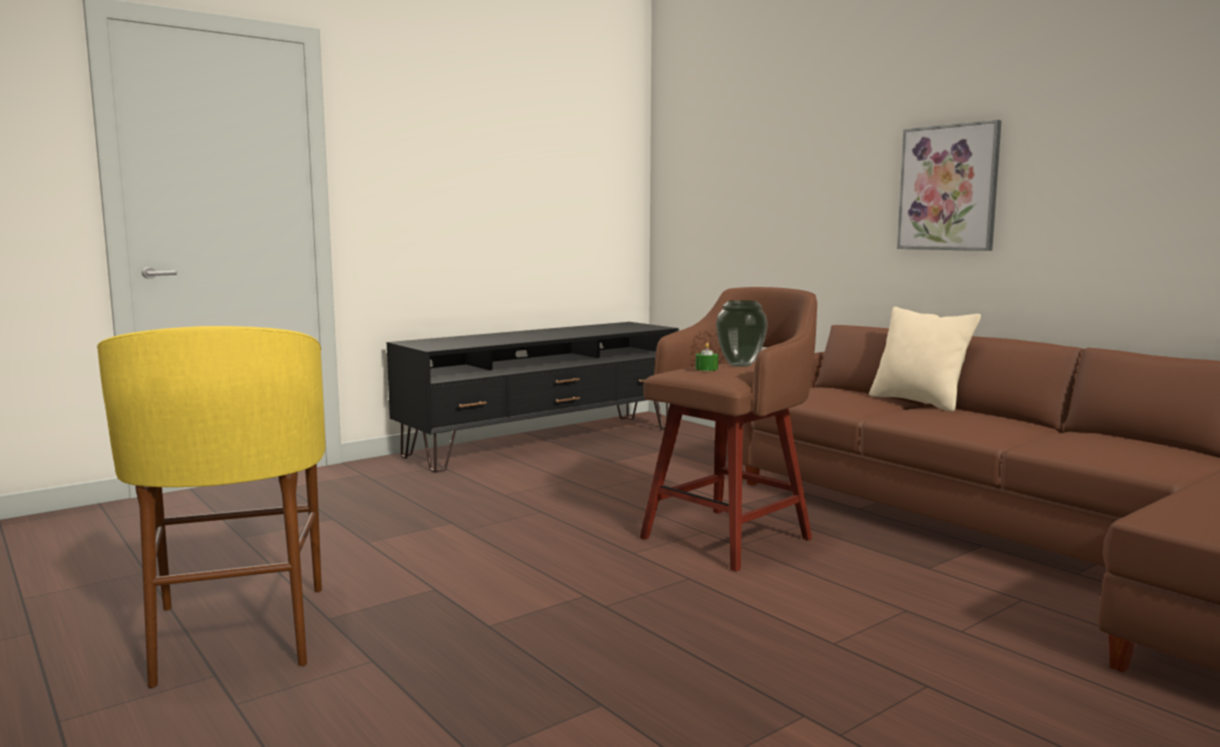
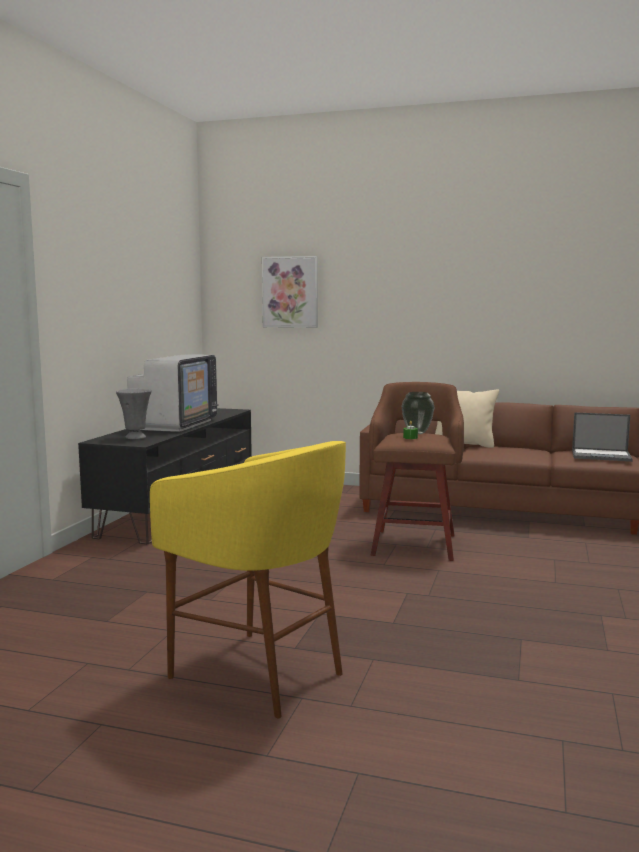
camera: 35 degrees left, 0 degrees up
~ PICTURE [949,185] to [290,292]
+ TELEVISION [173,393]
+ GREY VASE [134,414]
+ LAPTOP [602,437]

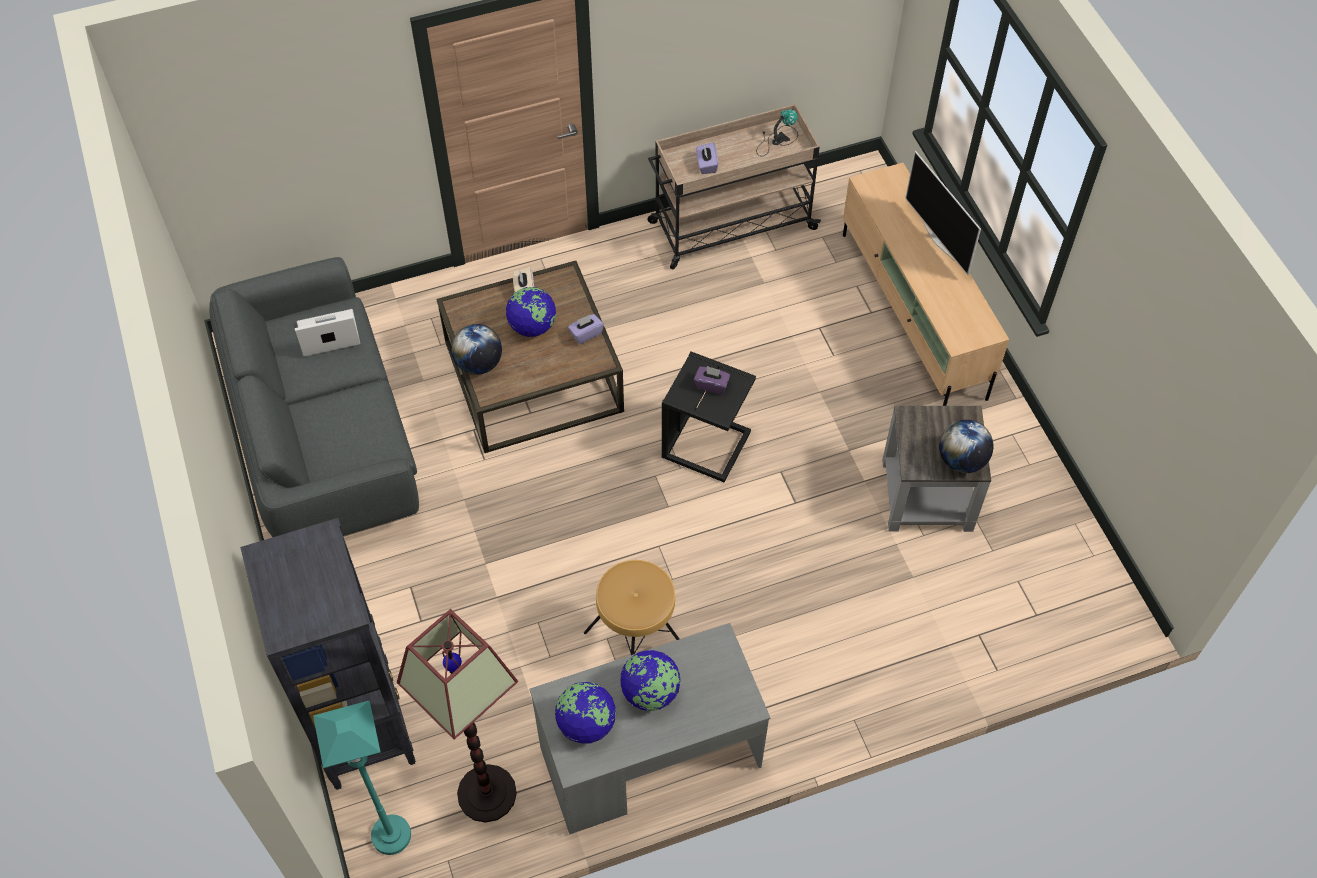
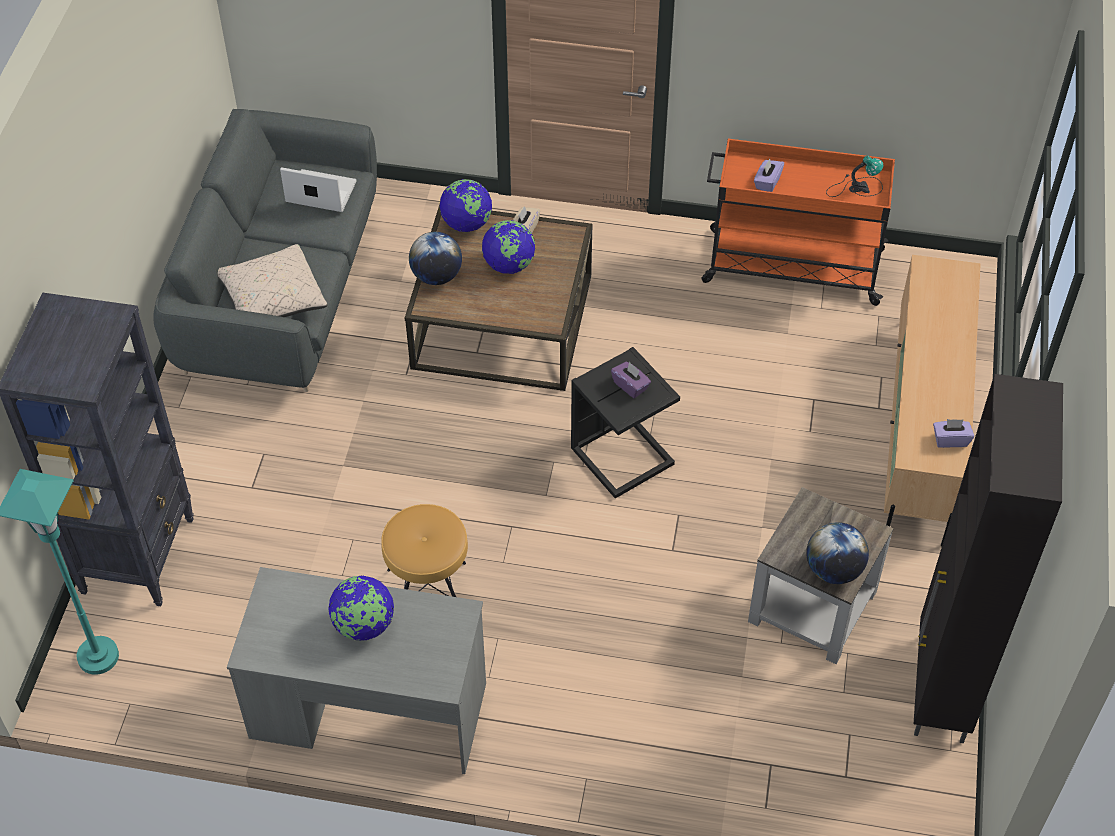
camera: 30 degrees right, 5 degrees down
~ BEIGE CART [734,186] to ORANGE CART [798,222]
- TELEVISION [943,213]
~ PURPLE TISSUE BOX [586,329] to [953,433]
- FLOOR LAMP [457,716]
~ GLOBE [585,713] to [465,205]
+ BEIGE PILLOW [273,280]
+ BLACK CABINET [988,558]

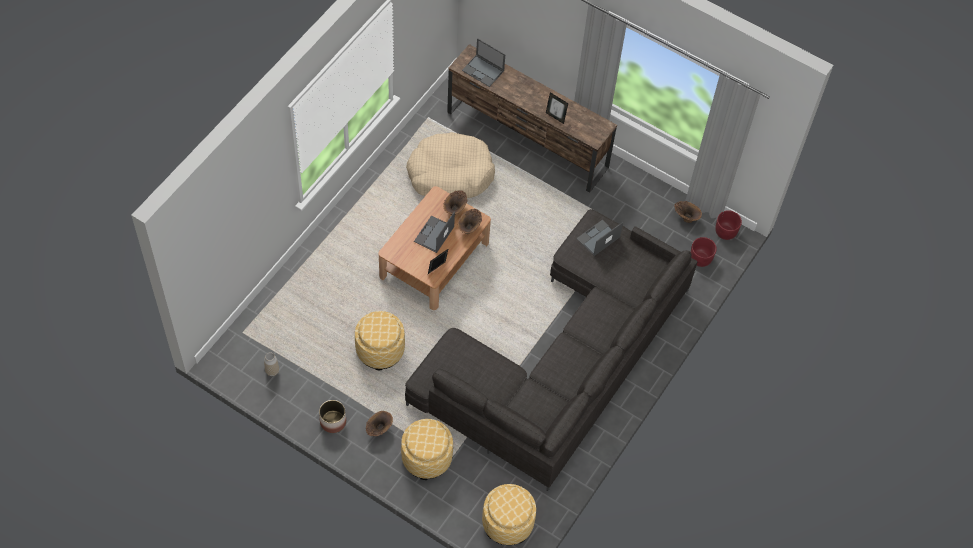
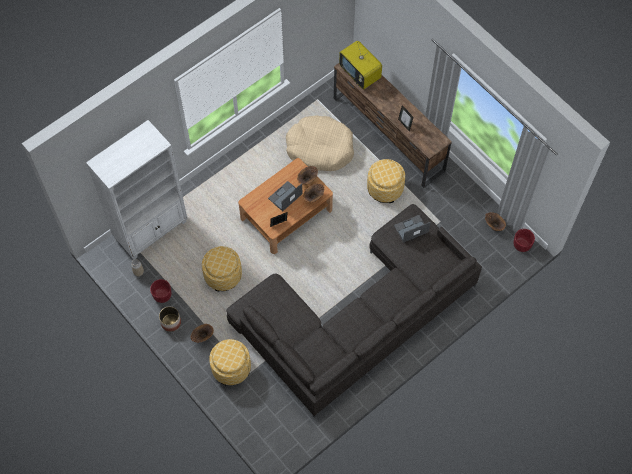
camera: 20 degrees right, 5 degrees up
~ LAPTOP [483,62] to TELEVISION [360,65]
~ RED PLANTER [704,252] to [160,291]
~ OTTOMAN [509,514] to [386,181]
+ WHITE BOOKCASE [136,190]

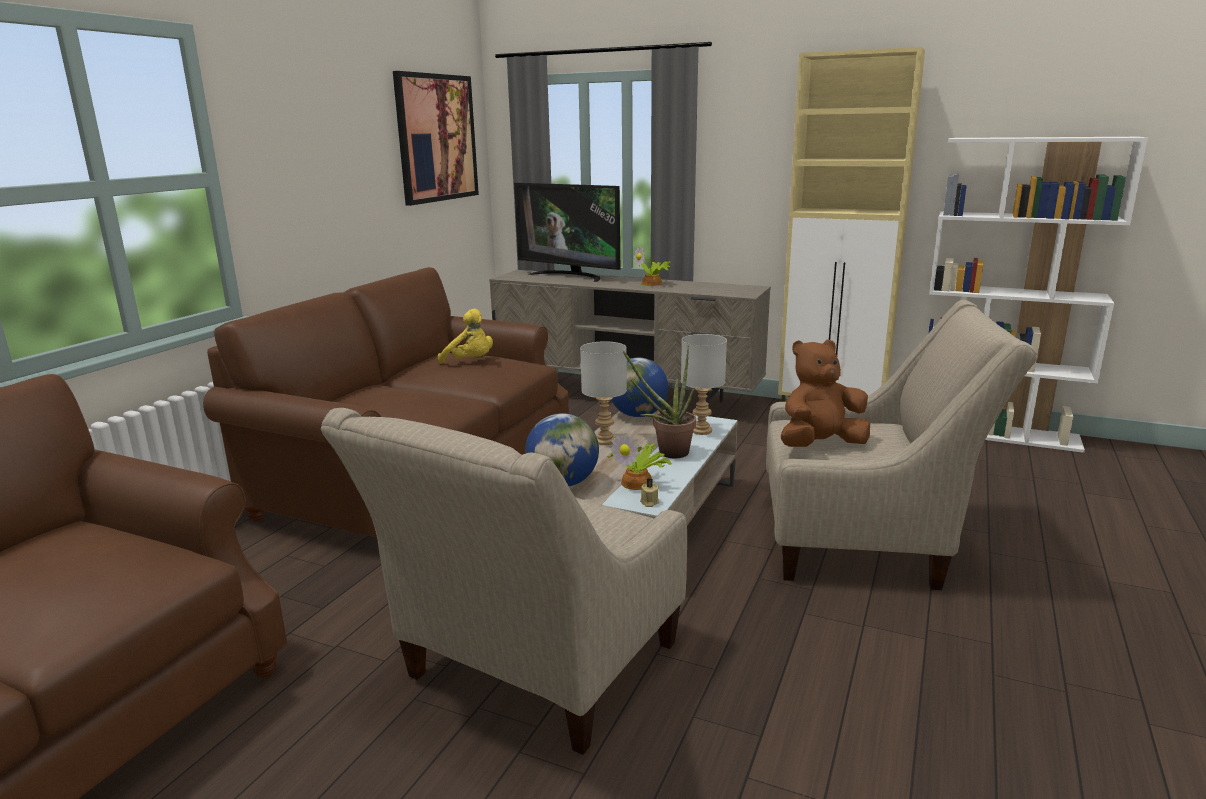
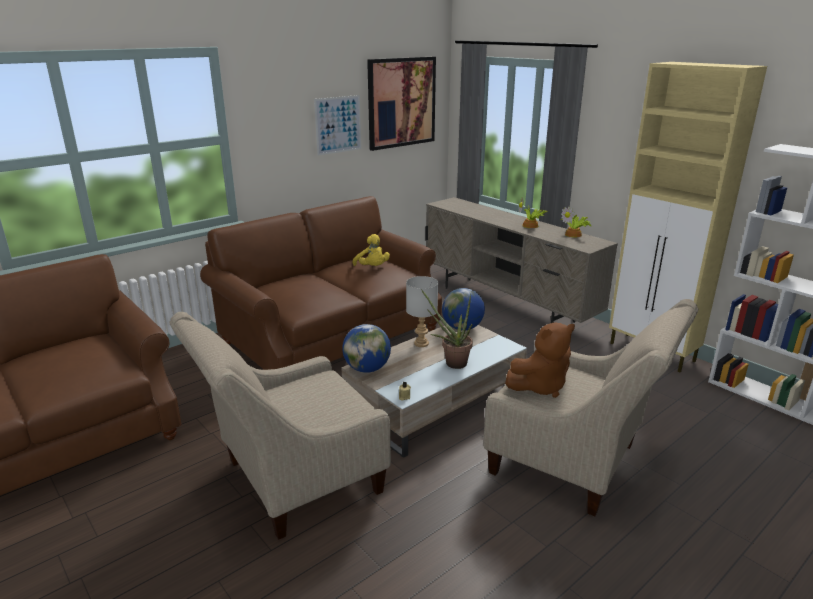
camera: 25 degrees right, 5 degrees up
- TELEVISION [567,232]
- GREY TABLE LAMP [704,384]
~ BROWN PLUSH TOY [825,393] = [540,360] 150 degrees clockwise
~ POTTED PLANT [639,461] to [576,221]
+ PICTURE [337,125]

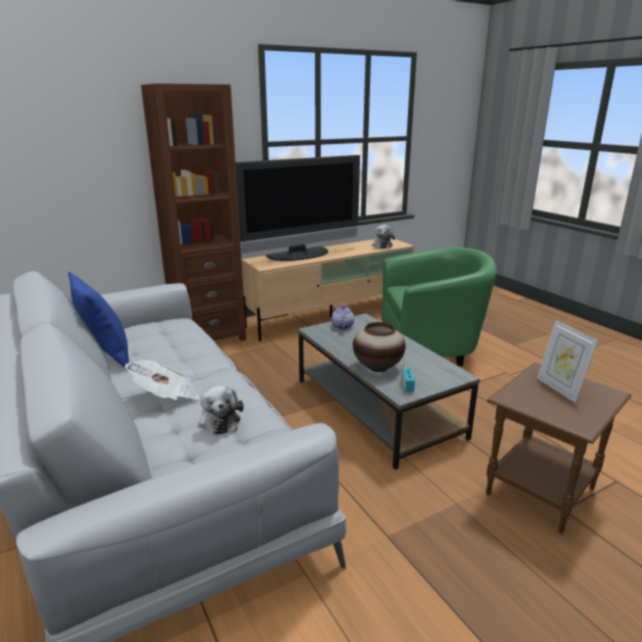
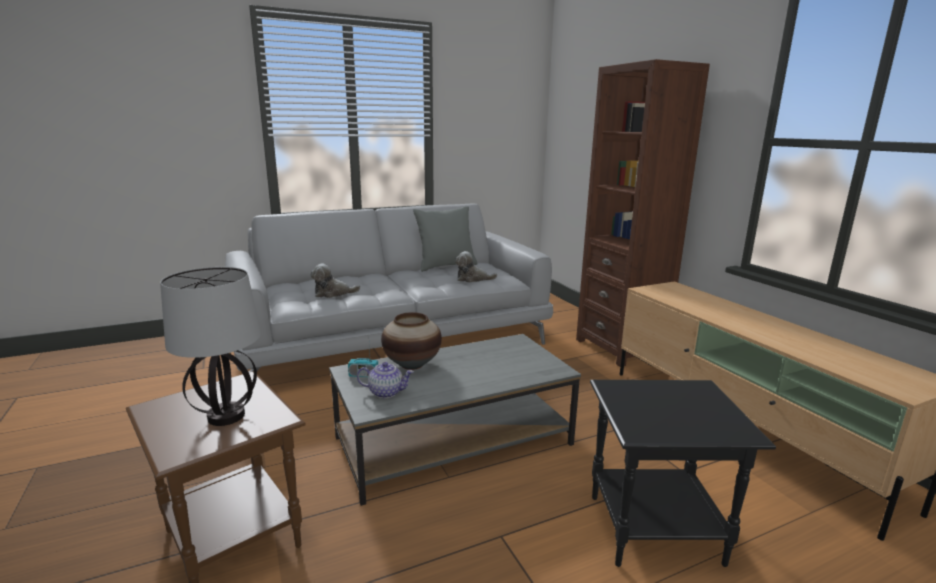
camera: 95 degrees right, 5 degrees down
- TELEVISION [297,208]
~ PLUSH TOY [383,237] to [476,266]
~ GREEN ARMCHAIR [439,306] to BLACK SIDE TABLE [683,473]
~ BLUE PILLOW [98,320] to GREY PILLOW [445,239]
~ TEAPOT [343,317] to [385,380]
~ PICTURE FRAME [567,361] to TABLE LAMP [210,346]
- NEWSPAPER [162,380]

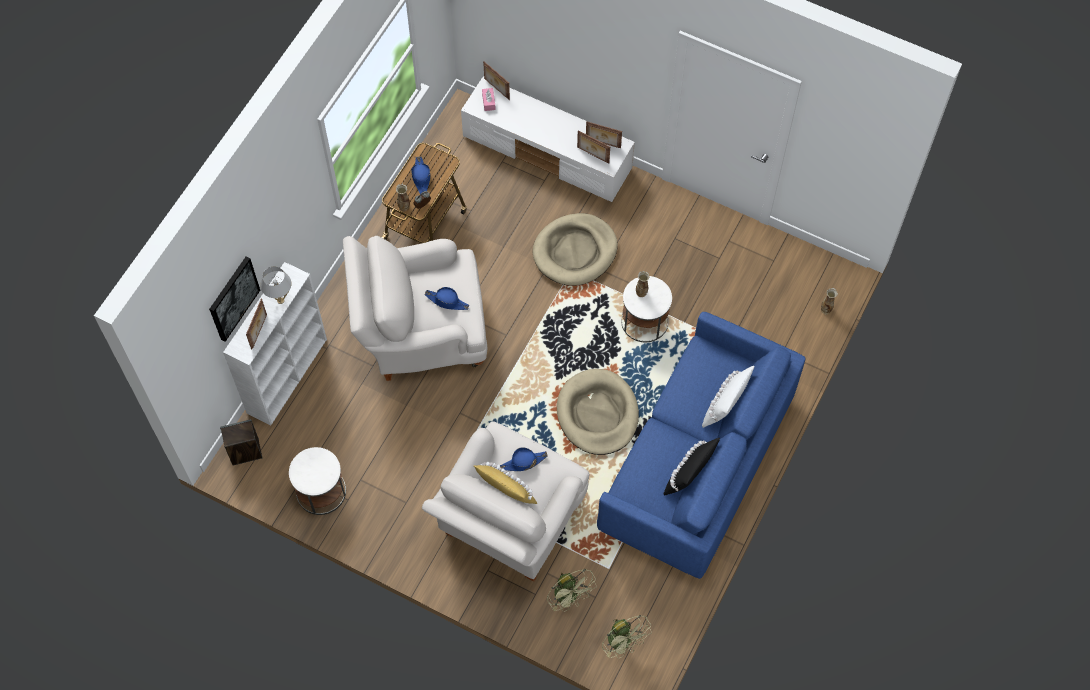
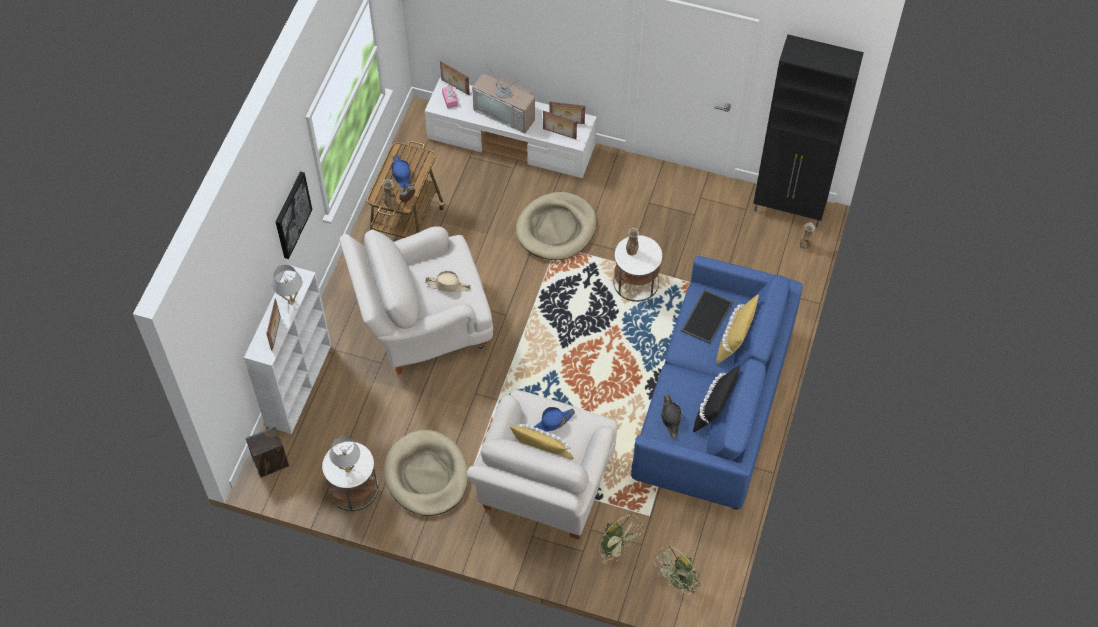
camera: 10 degrees left, 5 degrees down
~ PICTURE [234,299] to [294,215]
~ BLUE HAT [447,298] to BEIGE HAT [448,281]
~ WHITE PILLOW [728,397] to YELLOW PILLOW [737,329]
~ BEIGE DOG BED [598,412] to [426,473]
~ GREEN FAN [627,636] = [677,570] 90 degrees clockwise
+ BLACK CABINET [808,131]
+ TELEVISION [503,98]
+ TRAY [707,317]
+ BLACK HAT [671,416]
+ WHITE TABLE LAMP [345,454]

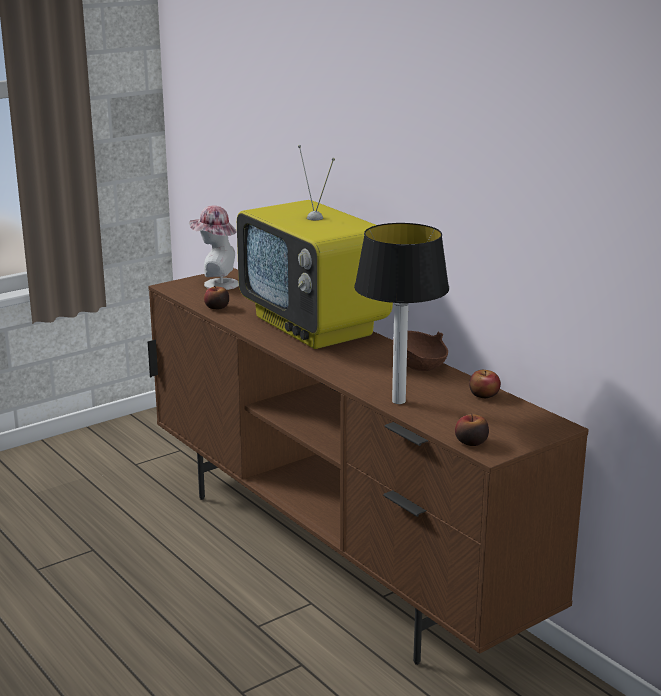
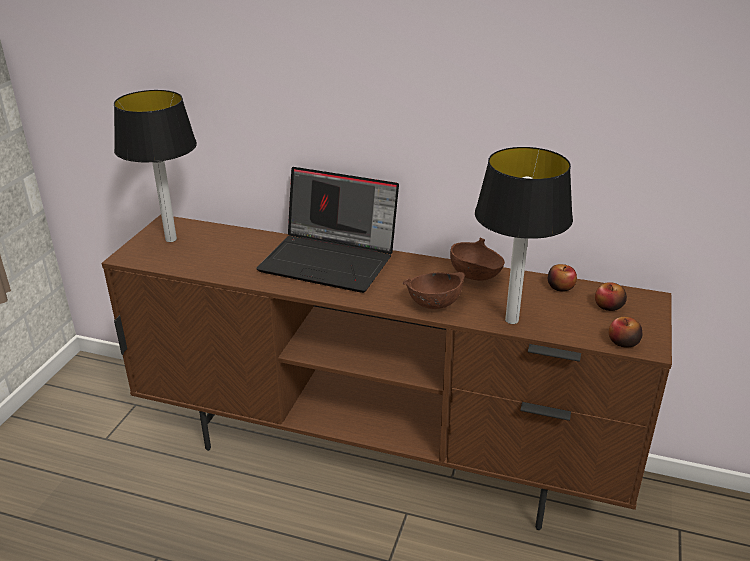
camera: 35 degrees left, 10 degrees up
~ TELEVISION [315,247] to LAPTOP [327,230]
~ HAT [214,247] to TABLE LAMP [155,166]
~ APPLE [216,297] to [611,296]
+ BROWN BOWL [434,290]

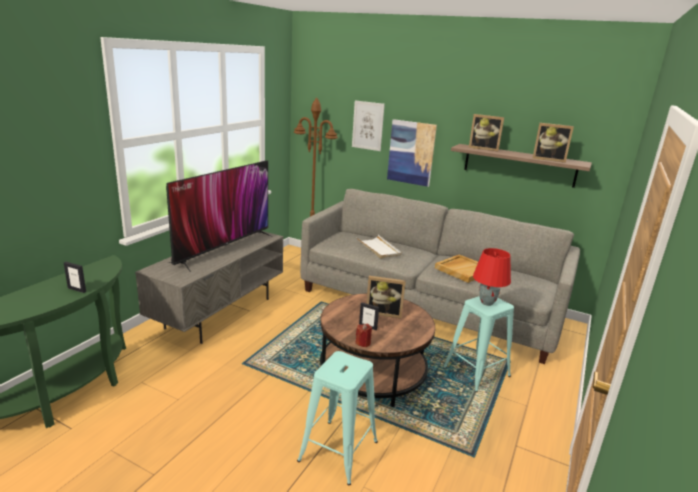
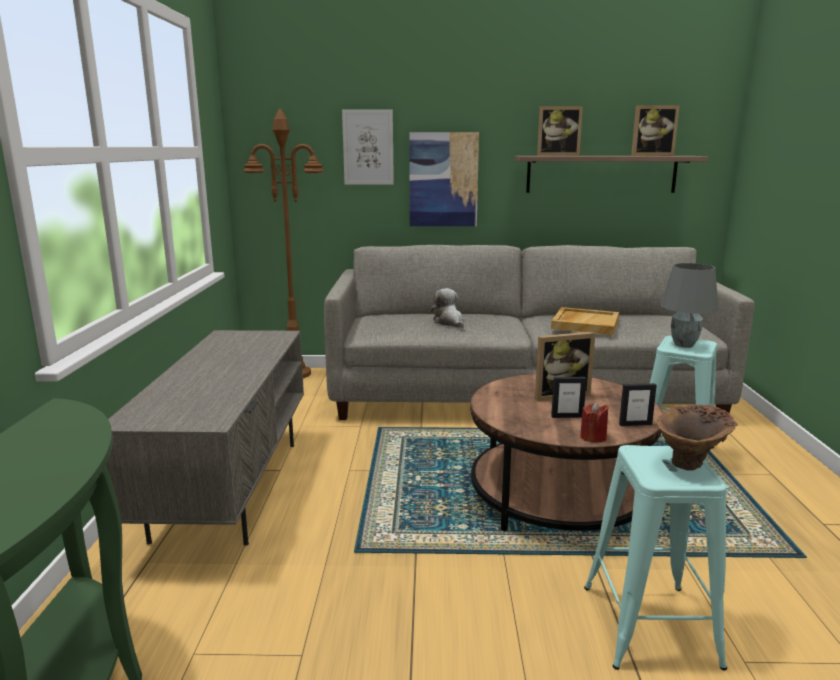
camera: 25 degrees left, 5 degrees down
- TELEVISION [219,216]
~ WHITE TRAY [379,247] to PLUSH TOY [447,308]
~ RED TABLE LAMP [492,277] to GREY TABLE LAMP [689,305]
~ PICTURE FRAME [75,277] to [638,404]
+ BROWN VASE [697,437]

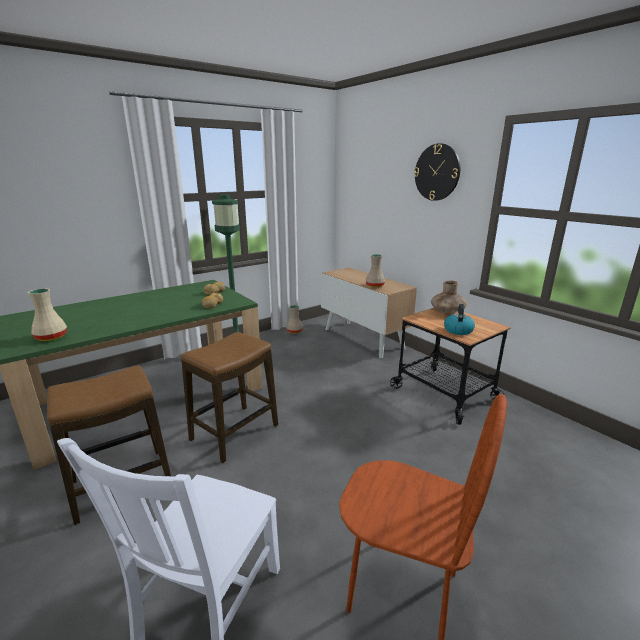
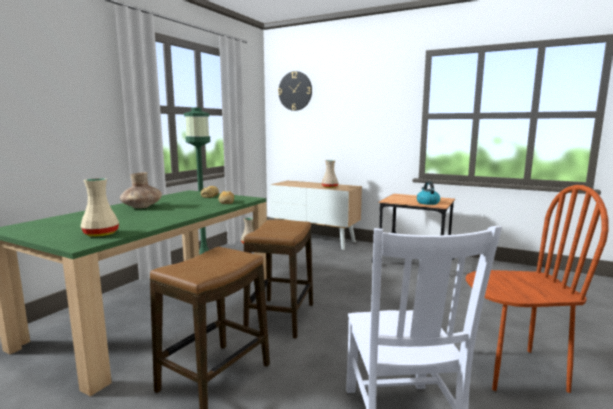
camera: 25 degrees left, 10 degrees down
~ WALL CLOCK [437,172] to [295,91]
~ BROWN VASE [449,297] to [141,190]

